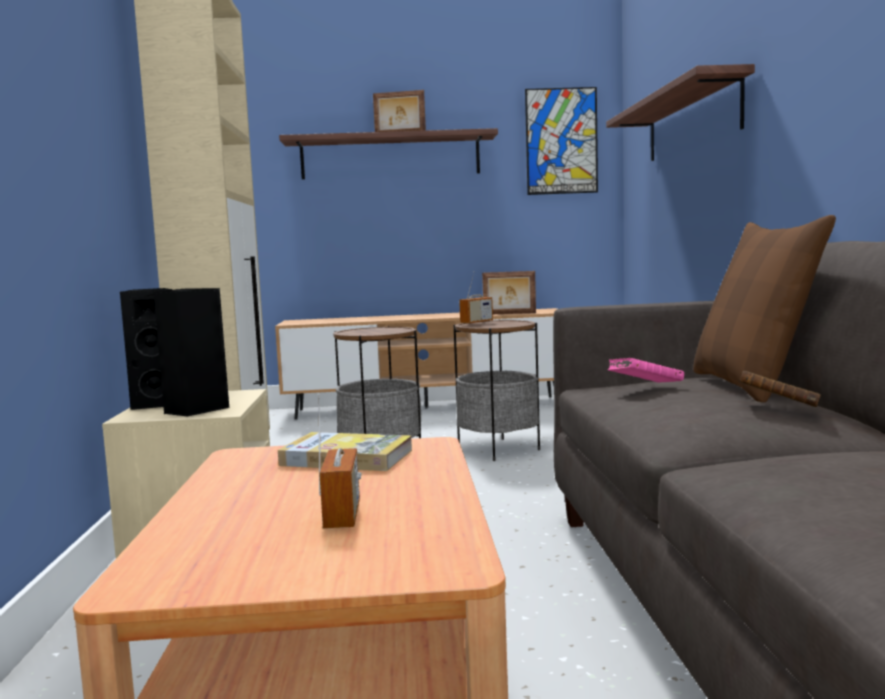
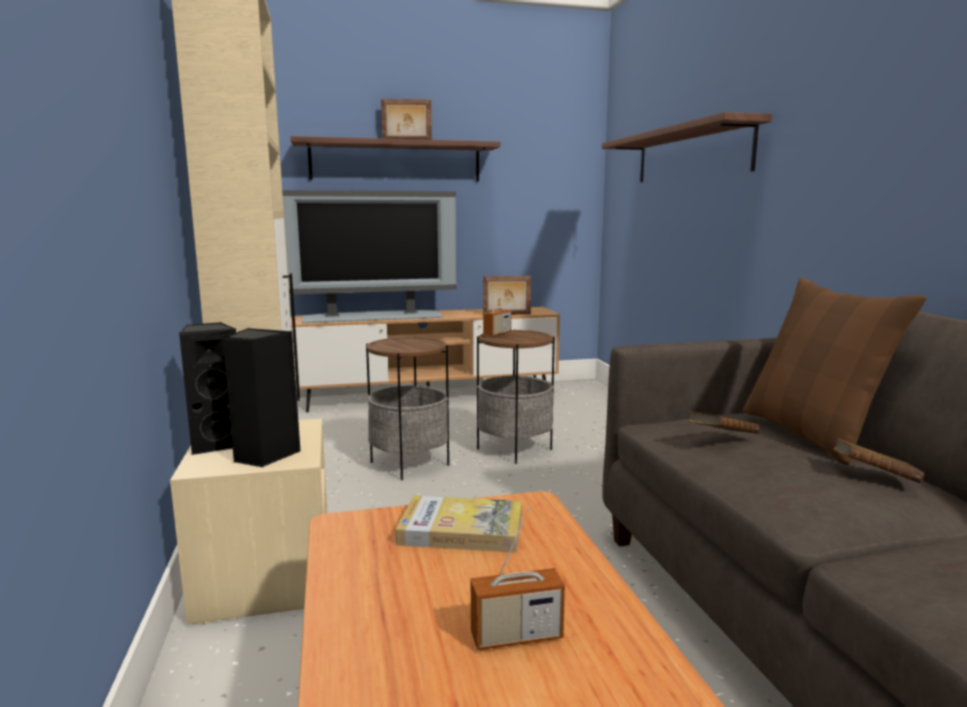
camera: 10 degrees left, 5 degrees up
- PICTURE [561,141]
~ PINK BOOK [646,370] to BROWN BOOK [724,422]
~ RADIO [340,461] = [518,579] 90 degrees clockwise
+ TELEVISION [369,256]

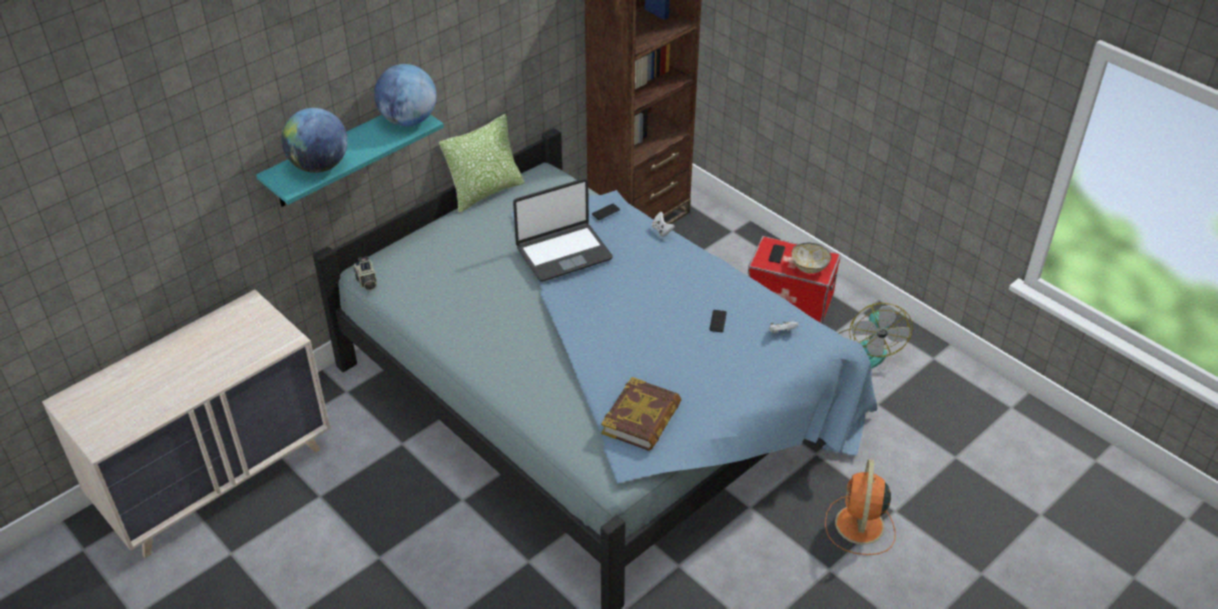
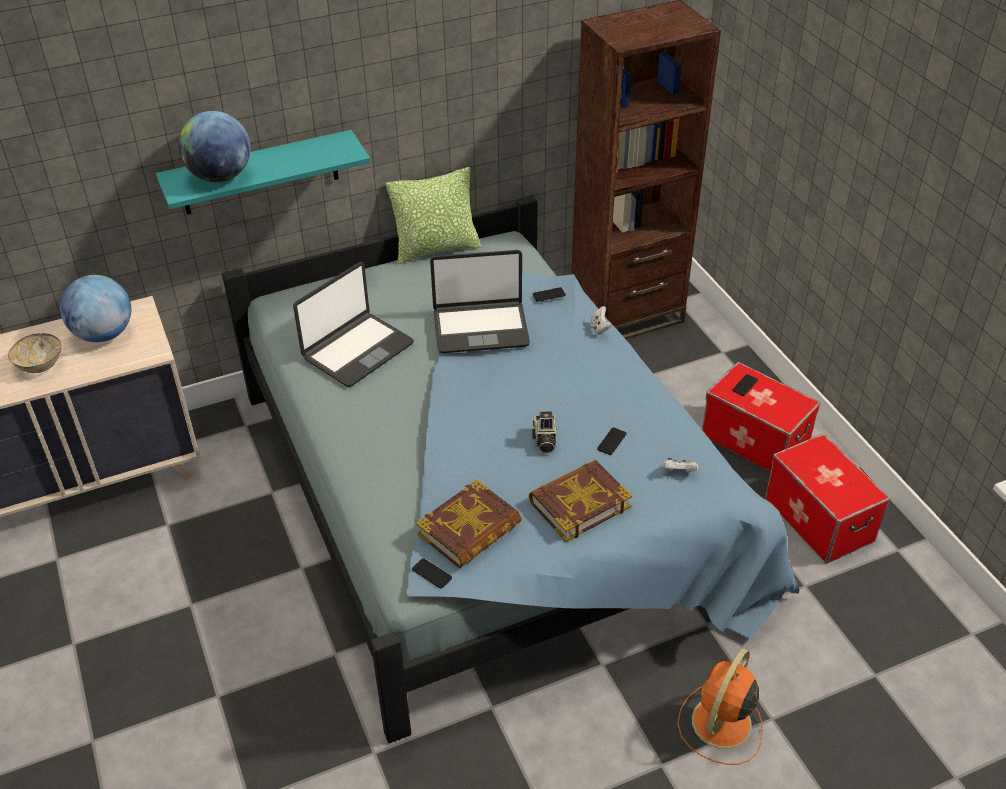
camera: 20 degrees right, 0 degrees up
~ GLOBE [405,95] to [95,308]
~ BOWL [811,258] to [34,353]
~ PHOTO CAMERA [365,273] to [544,432]
~ FAN [875,336] to STORAGE BOX [827,499]
+ LAPTOP [353,324]
+ BOOK [581,501]
+ PHONE [432,573]

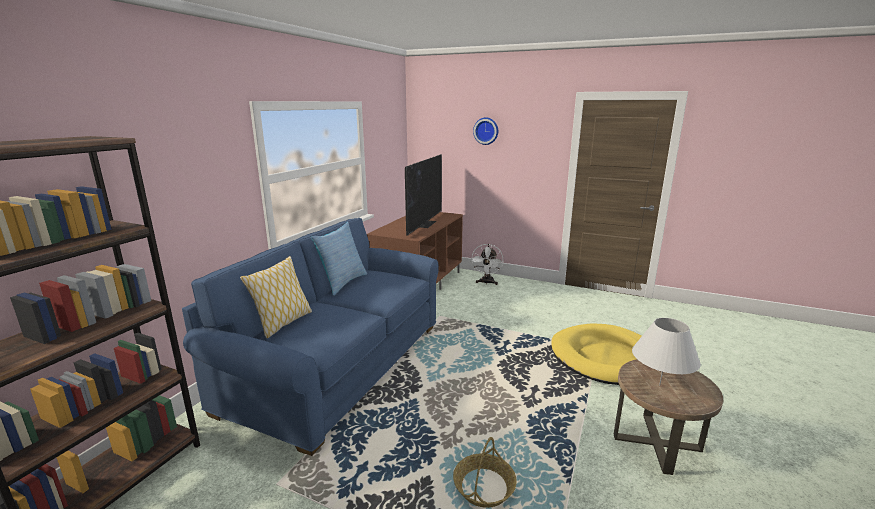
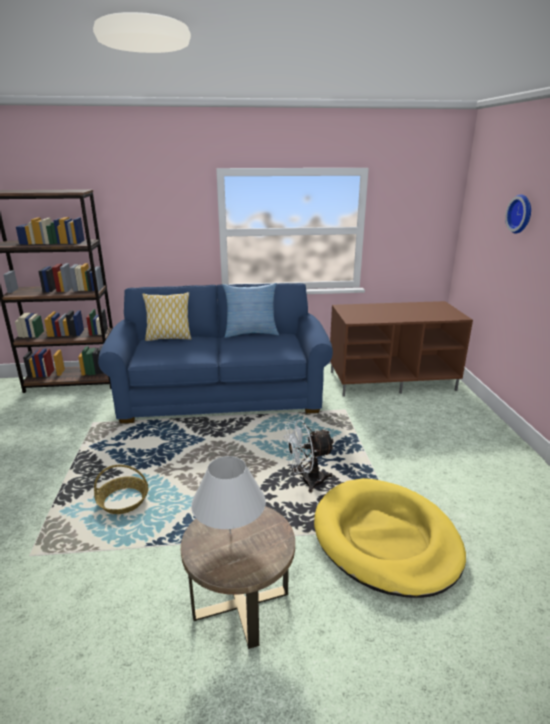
camera: 60 degrees right, 5 degrees up
- TELEVISION [423,194]
~ WHITE FAN [487,264] to [309,456]

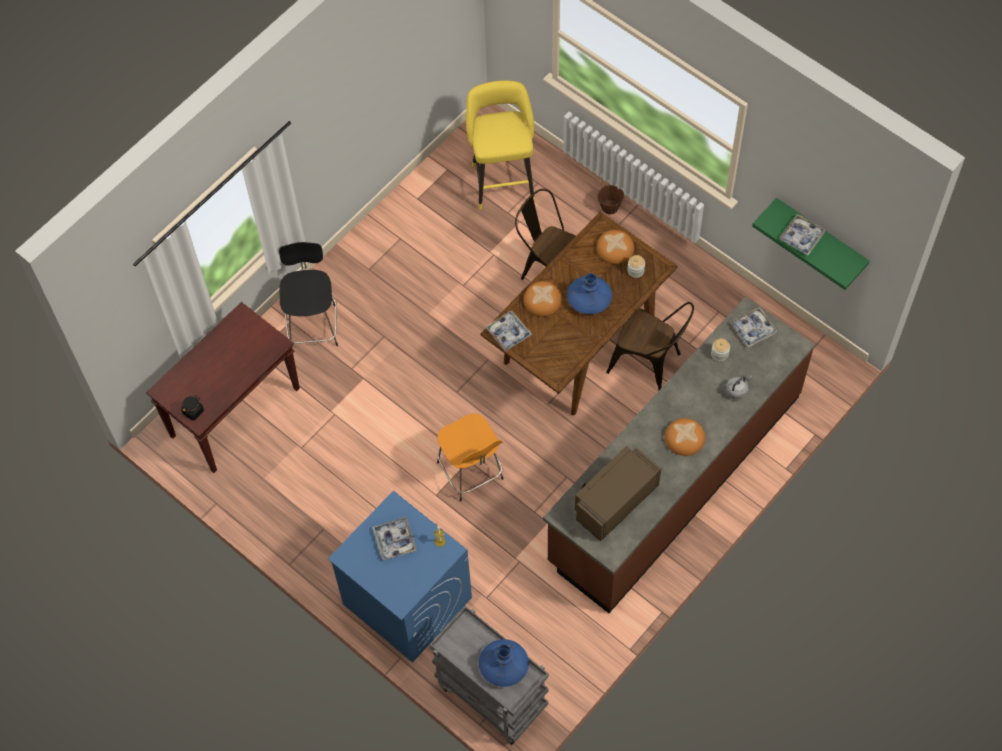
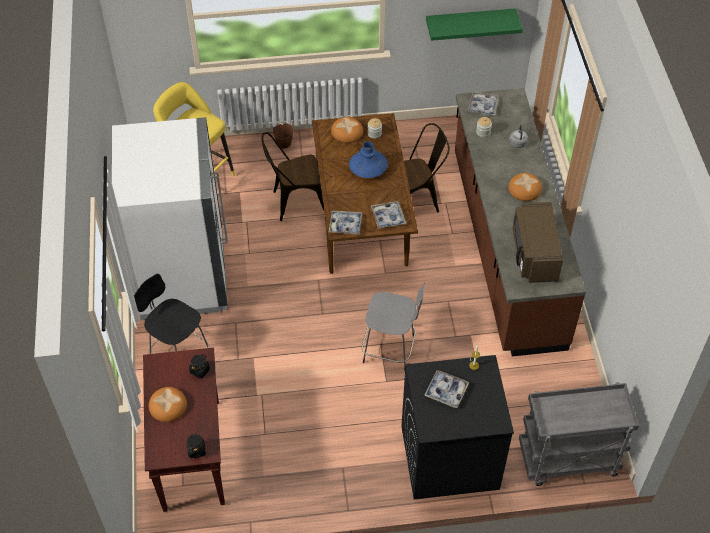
camera: 50 degrees left, 10 degrees down
~ TRAY [802,234] to [388,215]
~ BREAD [543,299] to [168,404]
~ ORANGE STOOL [470,457] to GREY STOOL [393,326]
~ BLUE WASHING MACHINE [400,577] to BLACK WASHING MACHINE [458,427]
- BLUE VASE [504,663]
+ WHITE FRIDGE [170,218]
+ BLACK JAR [199,366]

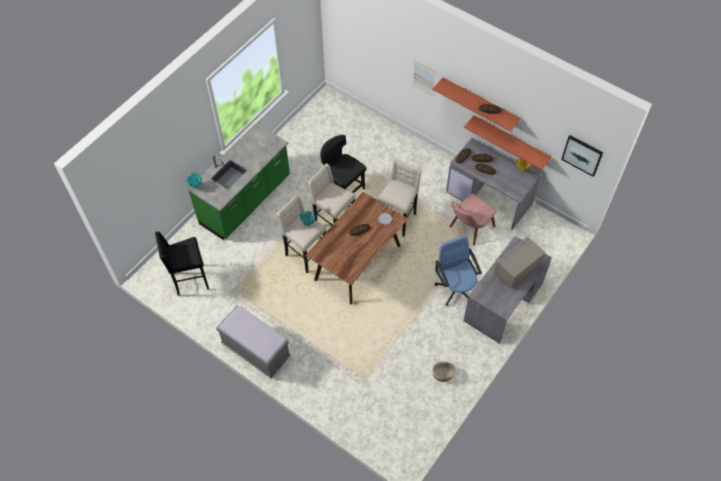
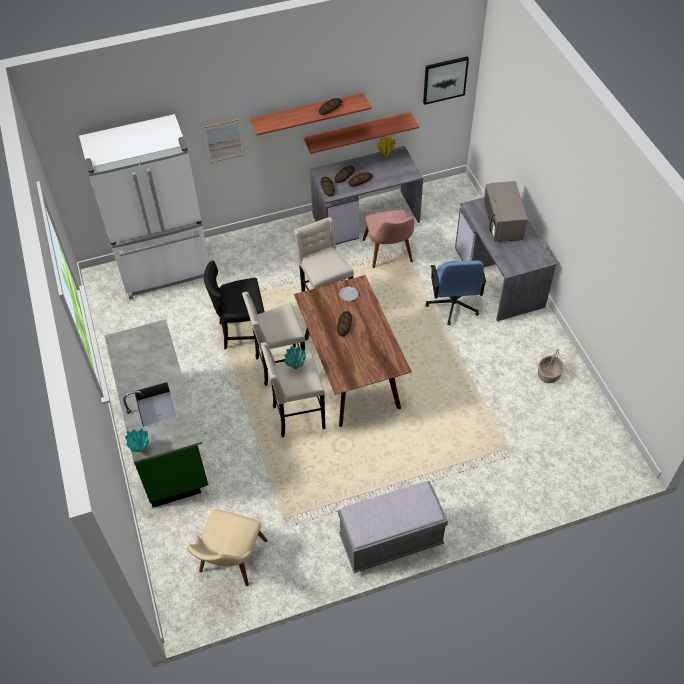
camera: 55 degrees left, 5 degrees down
~ BLACK STOOL [182,263] to BEIGE CHAIR [227,547]
~ BLUE OFFICE CHAIR [458,270] = [455,292] 105 degrees counterclockwise
+ WHITE FRIDGE [144,206]

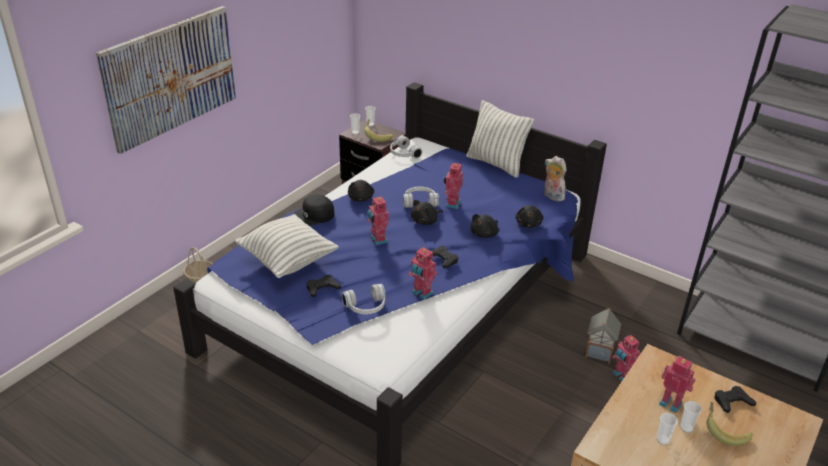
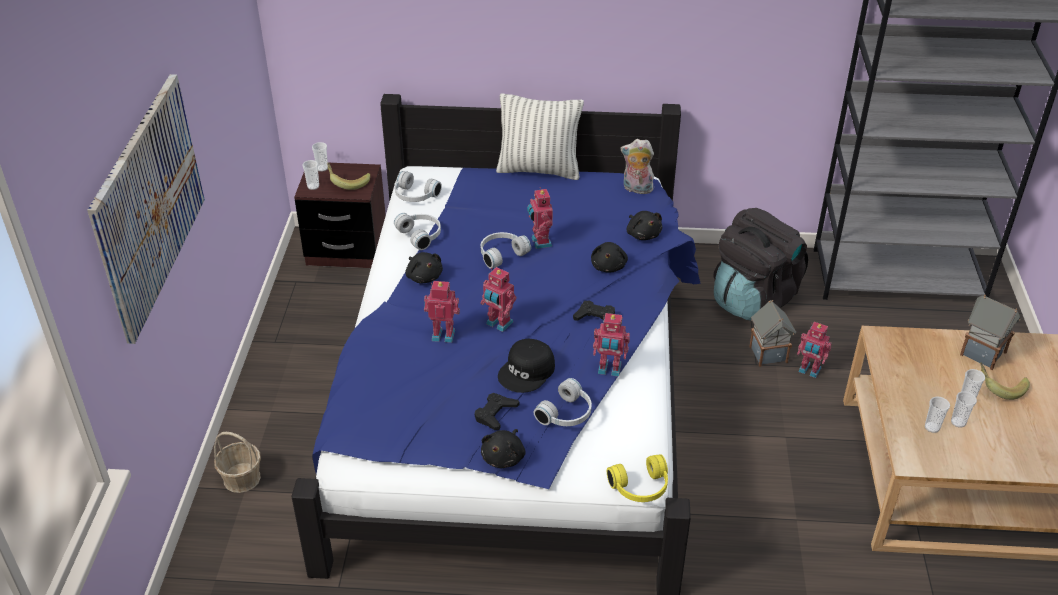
camera: 30 degrees left, 5 degrees up
~ BLACK CAP [313,210] to [526,366]
~ BLACK PLUSH TOY [427,212] to [503,448]
- PILLOW [287,246]
~ TOY ROBOT [677,384] to [442,312]
~ BLACK GAME CONTROLLER [735,399] to TOY HOUSE [990,332]
+ BLACK BACKPACK [760,264]
+ WHITE HEADPHONES [417,231]
+ CUP [937,415]
+ YELLOW HEADPHONES [637,478]

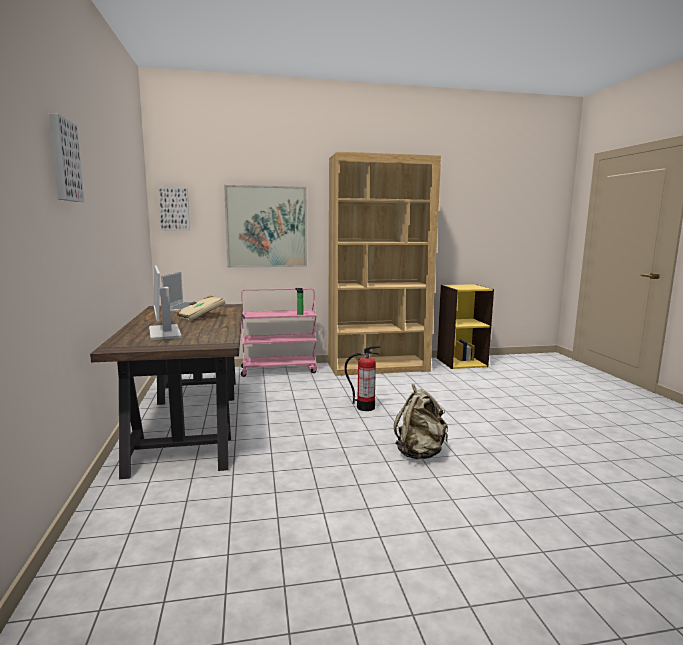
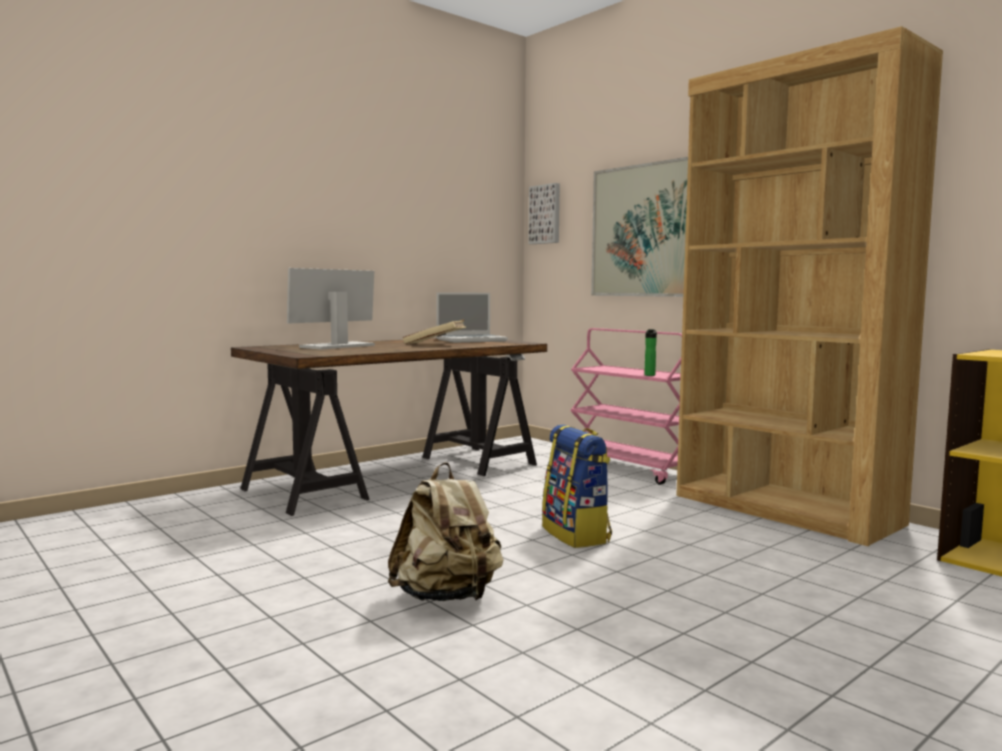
camera: 60 degrees right, 5 degrees down
- PICTURE [66,157]
~ FIRE EXTINGUISHER [362,378] to BACKPACK [577,486]

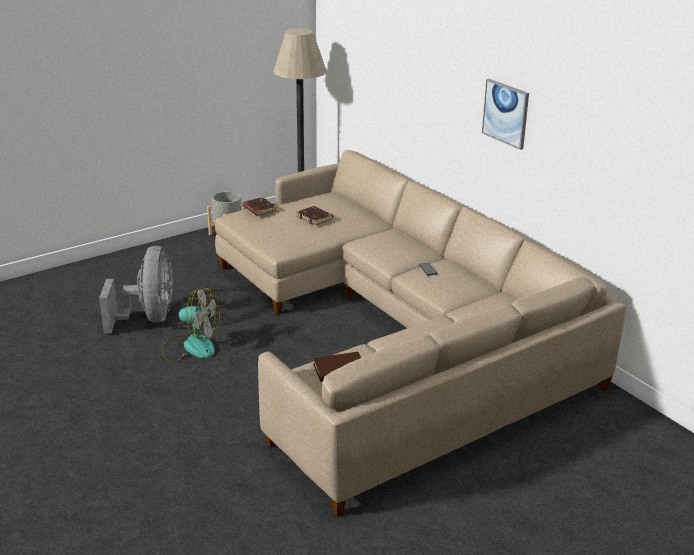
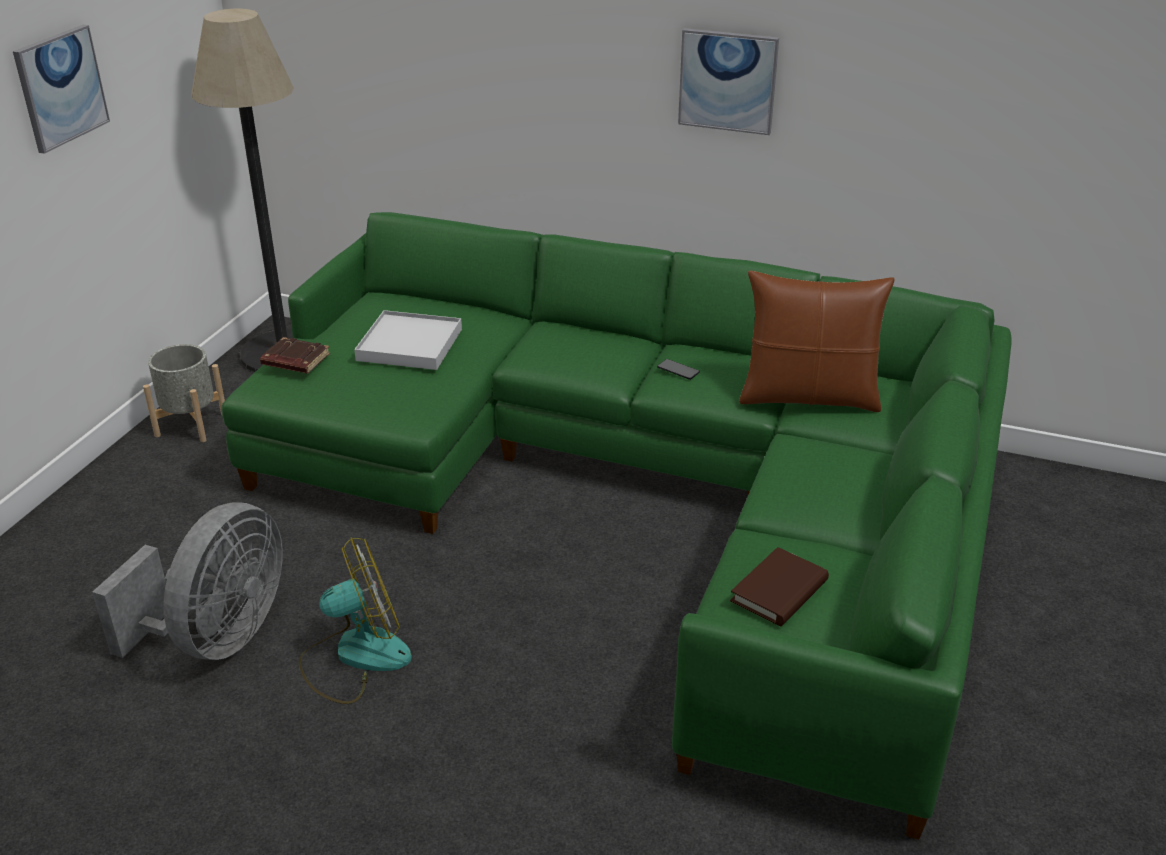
camera: 35 degrees left, 5 degrees up
~ BEIGE SOFA [420,333] to GREEN SOFA [616,526]
~ BROWN BOOK [315,215] to WHITE TRAY [408,340]
~ GREY FAN [136,289] = [187,581] 60 degrees clockwise
+ PICTURE [61,89]
+ BROWN PILLOW [817,341]

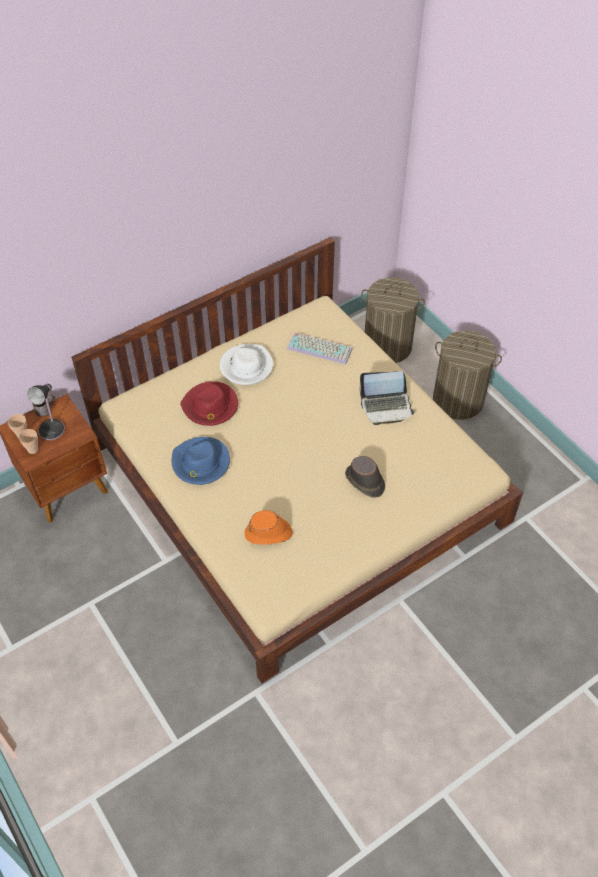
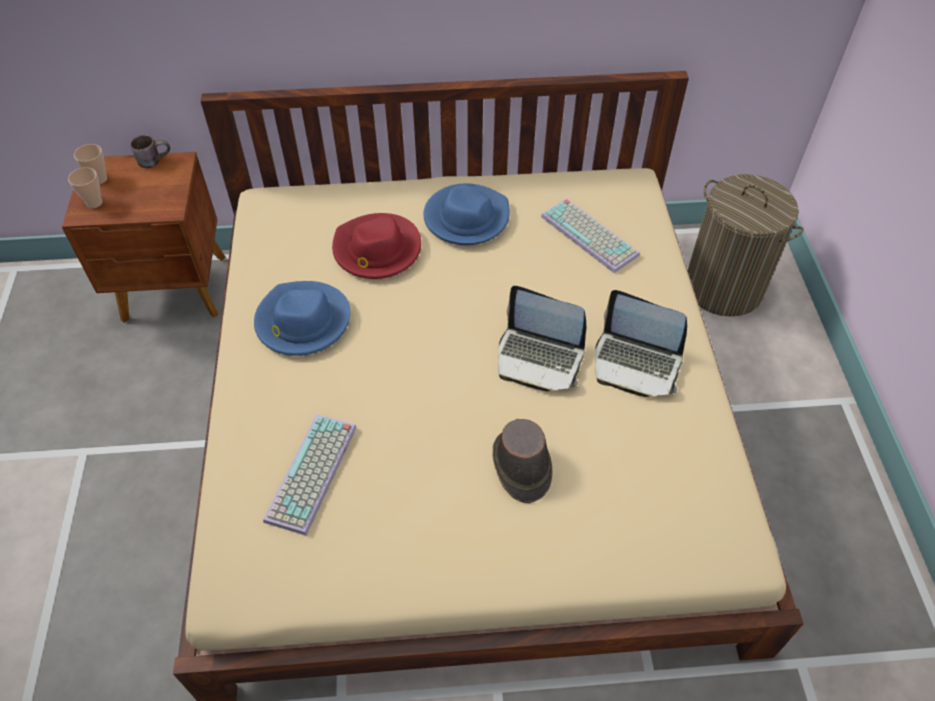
camera: 30 degrees right, 0 degrees up
- LAUNDRY BASKET [467,375]
~ WHITE HAT [246,364] to BLUE HAT [466,214]
- TABLE LAMP [46,412]
~ ORANGE HAT [268,527] to KEYBOARD [310,474]
+ LAPTOP [542,338]

